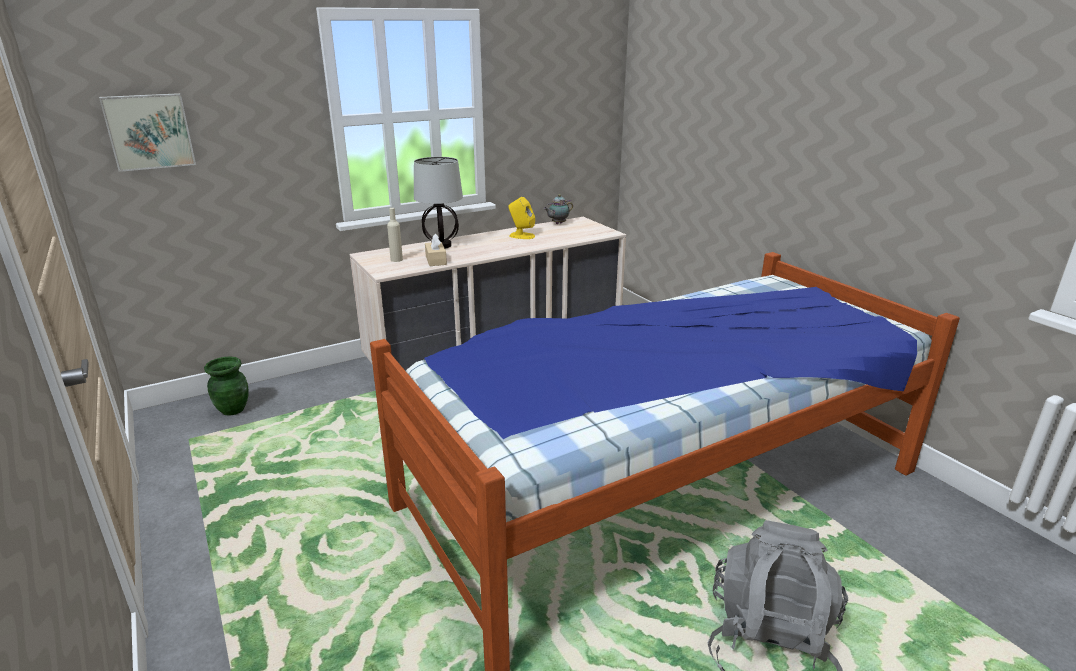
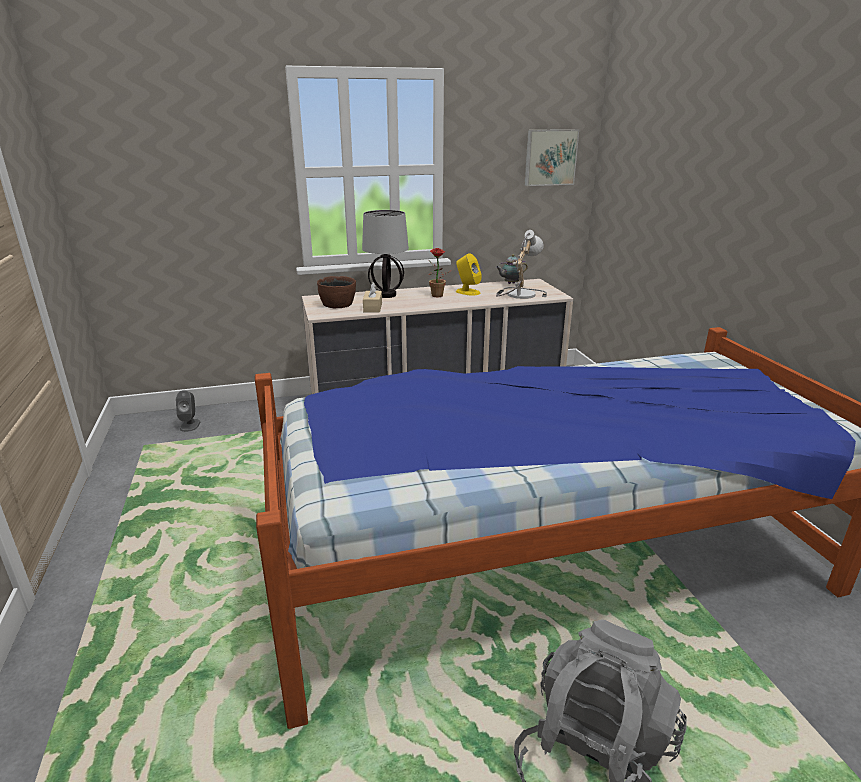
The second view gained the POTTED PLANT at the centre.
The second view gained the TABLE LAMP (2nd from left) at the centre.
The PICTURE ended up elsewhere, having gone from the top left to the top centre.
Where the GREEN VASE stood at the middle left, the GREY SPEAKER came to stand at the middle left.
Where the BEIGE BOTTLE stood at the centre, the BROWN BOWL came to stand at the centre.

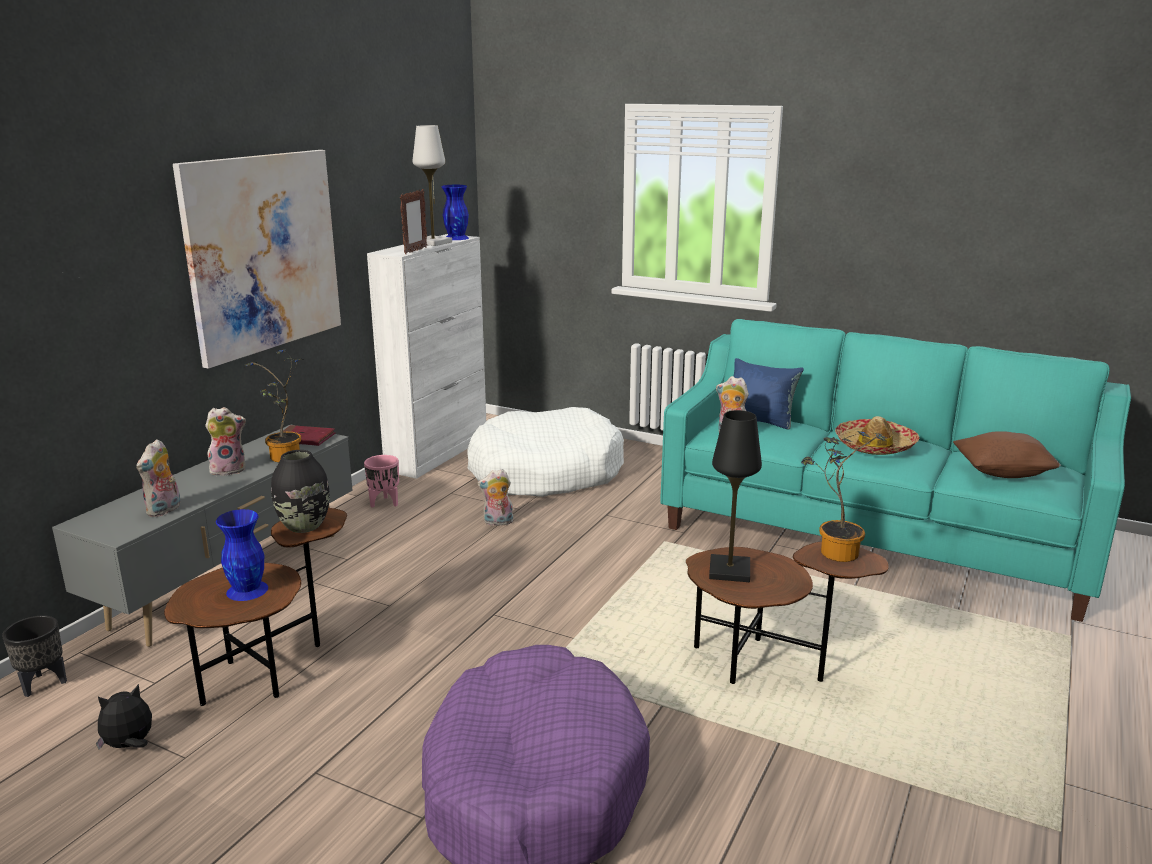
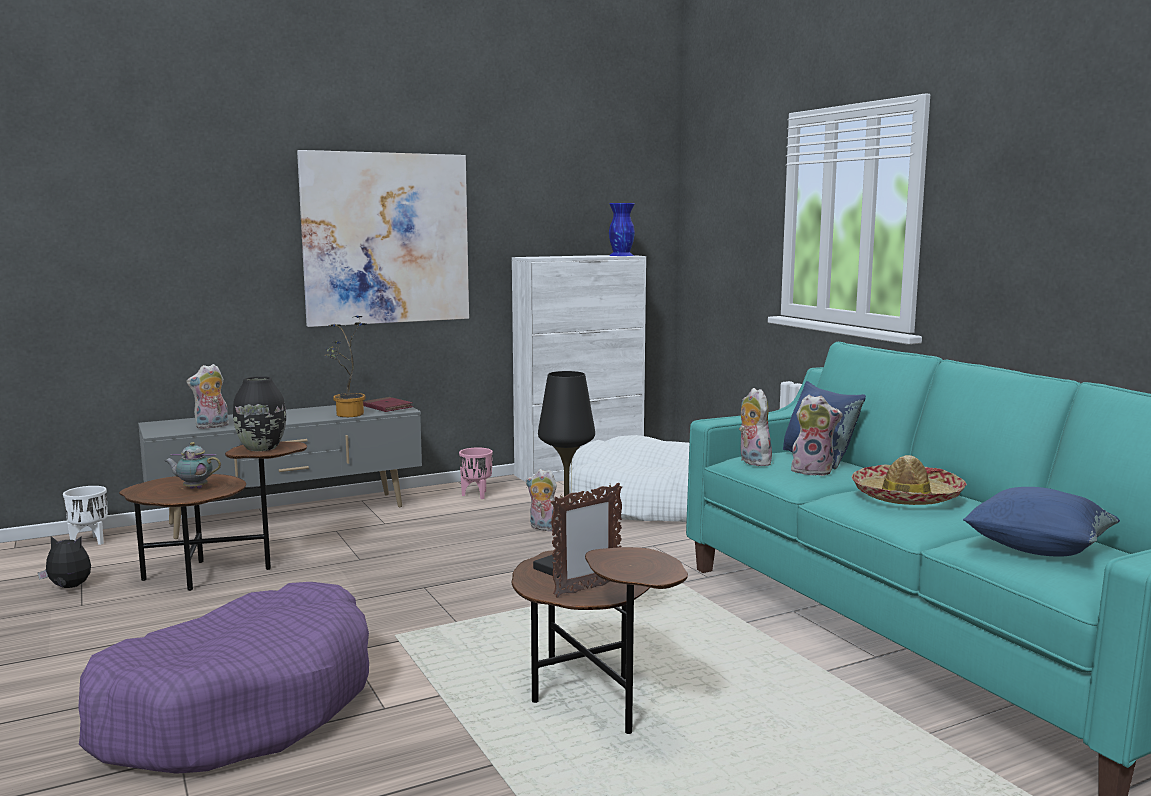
The second view lost the WHITE TABLE LAMP at the top centre.
The second view lost the POTTED PLANT (2nd from left) at the middle right.
The PLUSH TOY (3rd from left in the first image) ended up elsewhere, having gone from the middle left to the middle right.
The PICTURE FRAME ended up elsewhere, having gone from the top centre to the bottom centre.
Where the BLUE VASE (1st from left) stood at the middle left, the TEAPOT came to stand at the middle left.
What was the BLACK PLANTER at the bottom left turned into the WHITE PLANTER at the middle left.
What was the BROWN PILLOW at the middle right turned into the BLUE PILLOW (2nd from left) at the middle right.

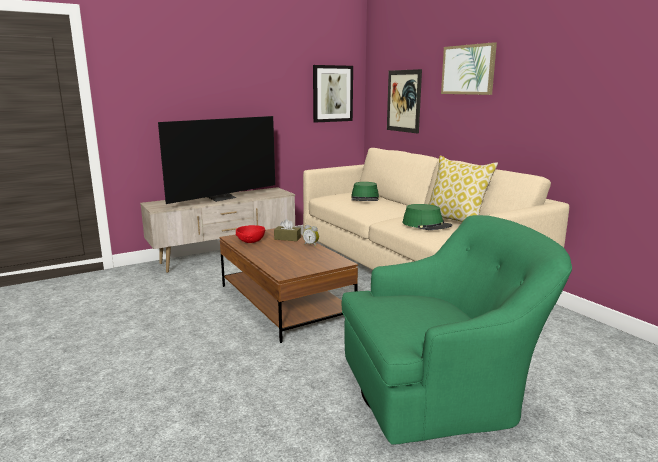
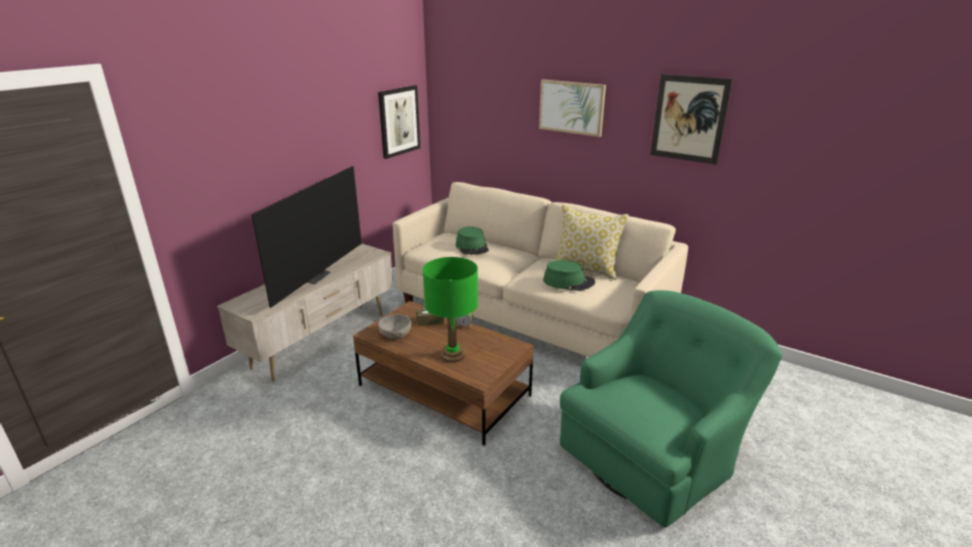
The second view gained the GREEN TABLE LAMP at the centre.
The PICTURE (2nd from left in the first image) ended up elsewhere, having gone from the top centre to the top right.
What was the RED BOWL at the centre turned into the GREY BOWL at the centre.

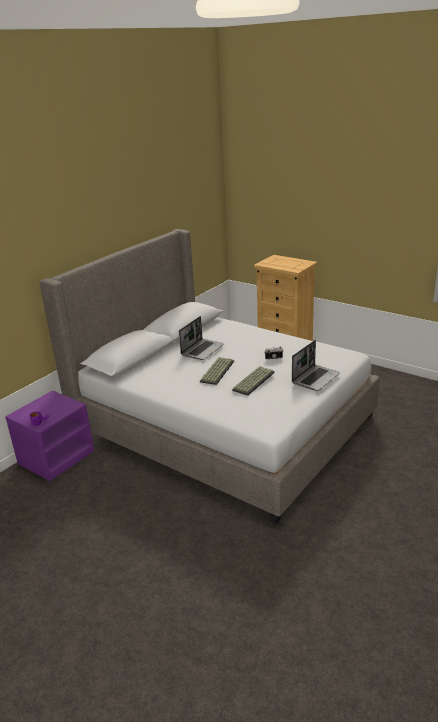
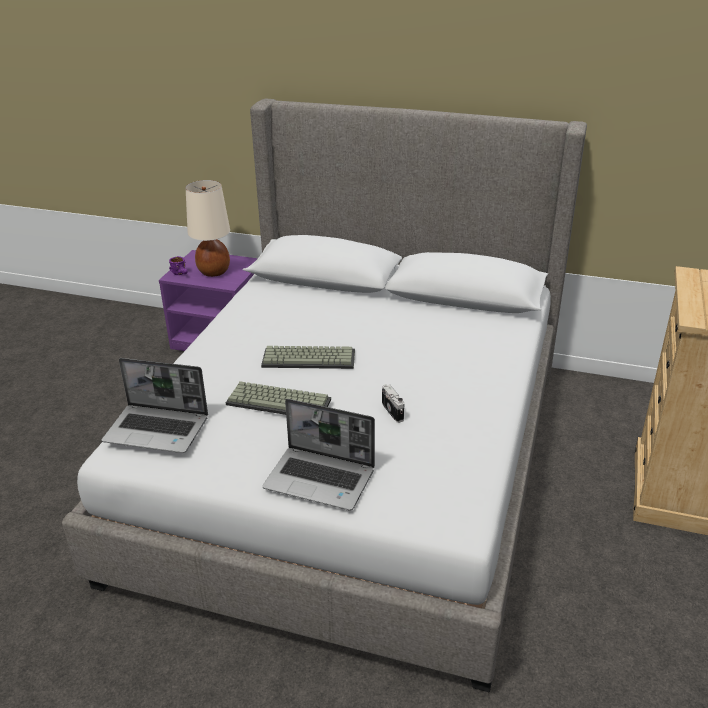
The second view gained the BEIGE TABLE LAMP at the top left.
The LAPTOP (1st from left) ended up elsewhere, having gone from the centre to the middle left.

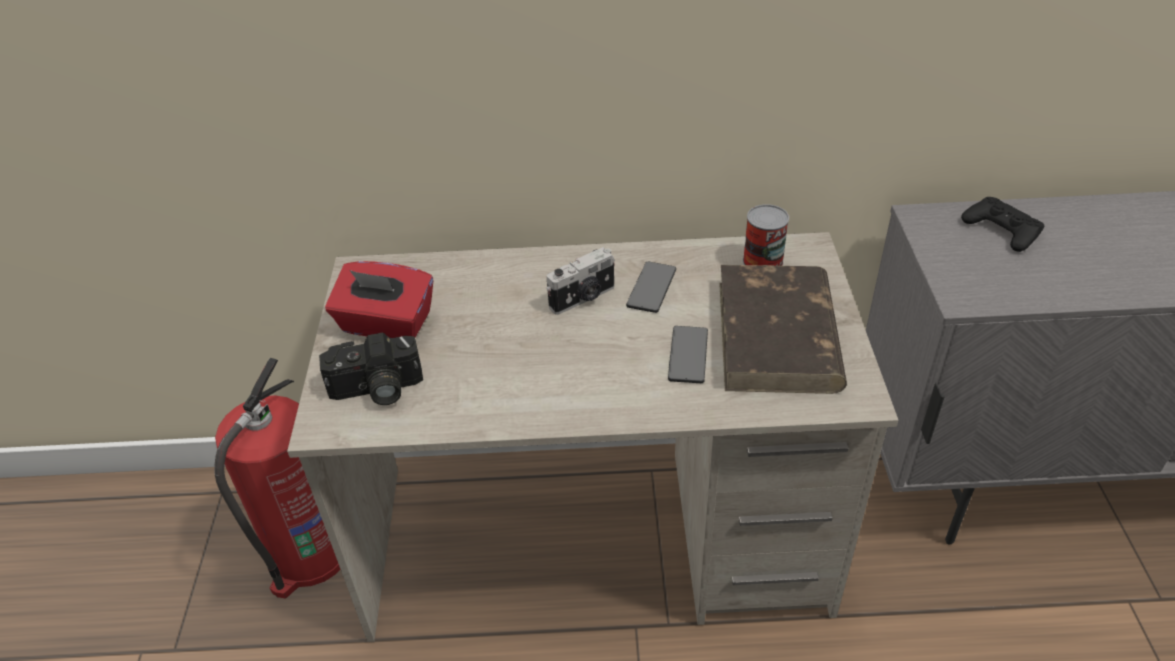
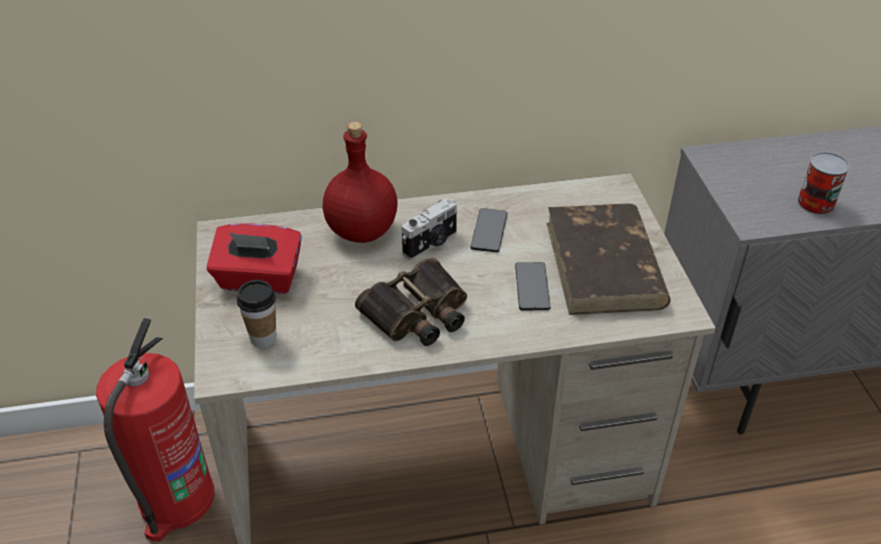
The second view lost the BLACK GAME CONTROLLER at the middle right.
The second view gained the RED BOTTLE at the centre.
The second view gained the BINOCULARS at the centre.
The CAN ended up elsewhere, having gone from the centre to the middle right.
Where the PHOTO CAMERA (1st from left) stood at the middle left, the CUP came to stand at the middle left.

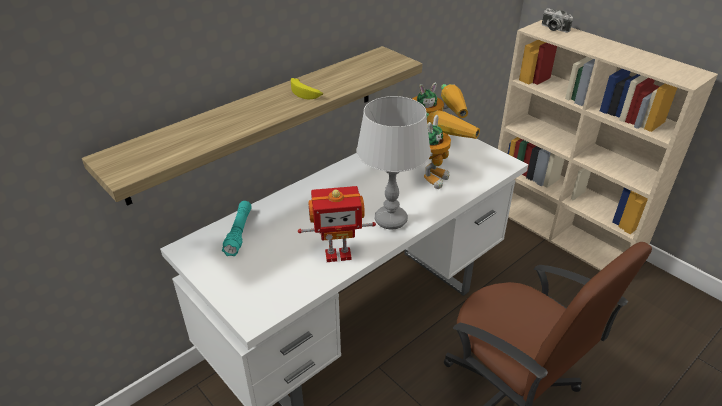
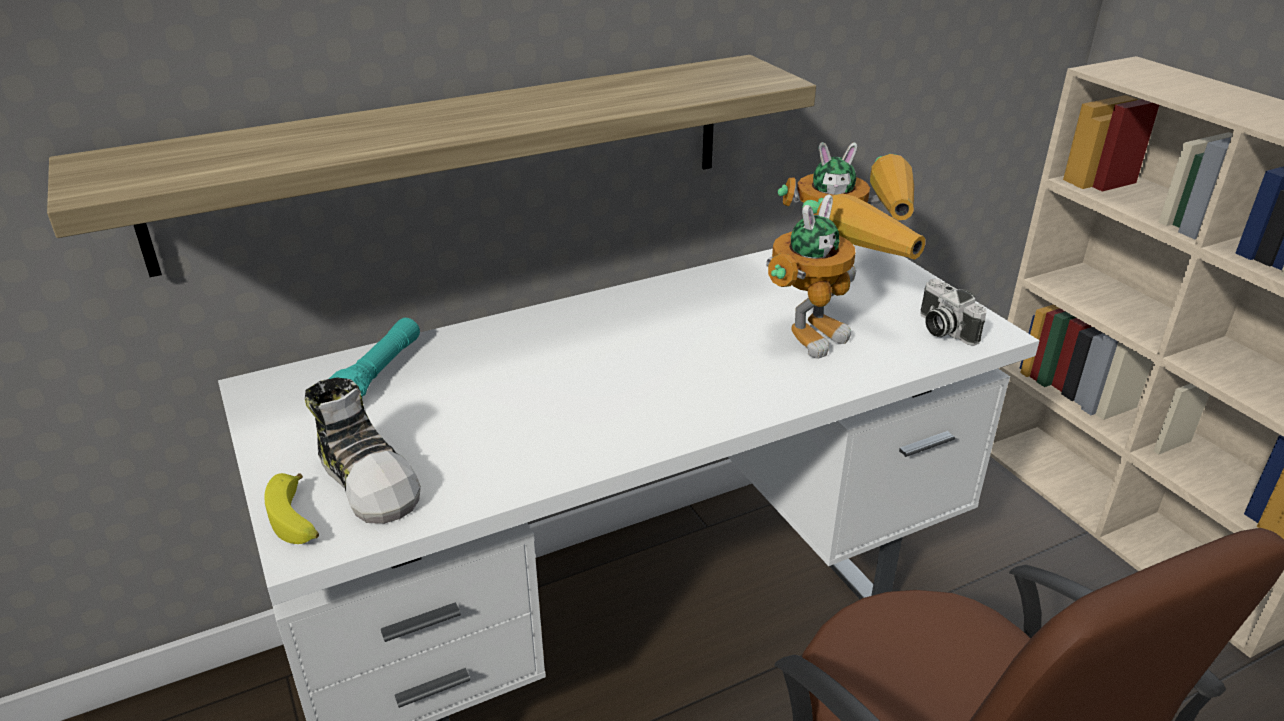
The second view lost the TOY ROBOT (1st from left) at the centre.
The second view lost the GREY TABLE LAMP at the centre.
The second view gained the SHOE at the middle left.
The BANANA ended up elsewhere, having gone from the top centre to the bottom left.
The PHOTO CAMERA ended up elsewhere, having gone from the top right to the middle right.

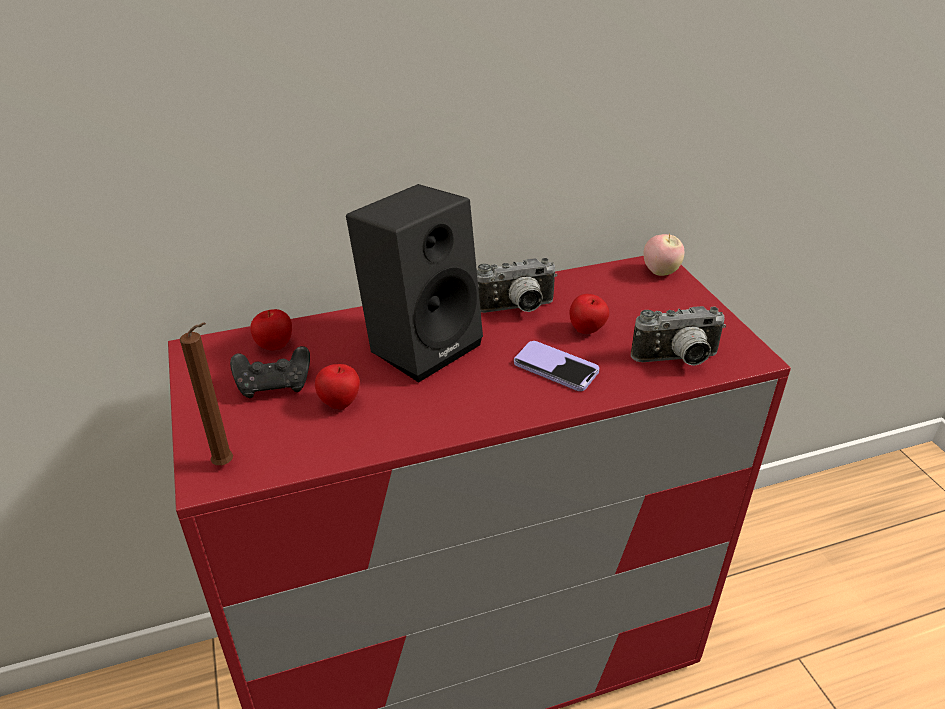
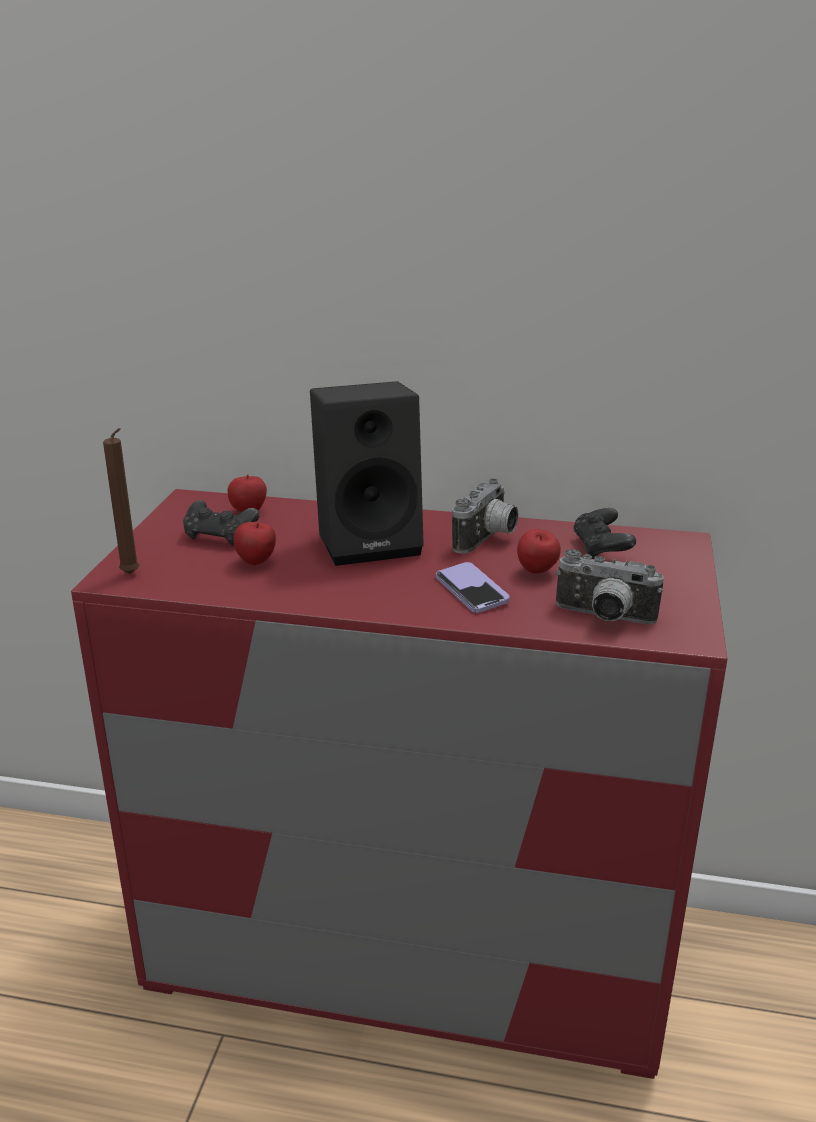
The second view lost the APPLE (4th from left) at the middle right.
The second view gained the BLACK GAME CONTROLLER (2nd from left) at the middle right.
The PHOTO CAMERA (1st from left) at the centre ended up facing another way, 75 degrees counterclockwise from before.

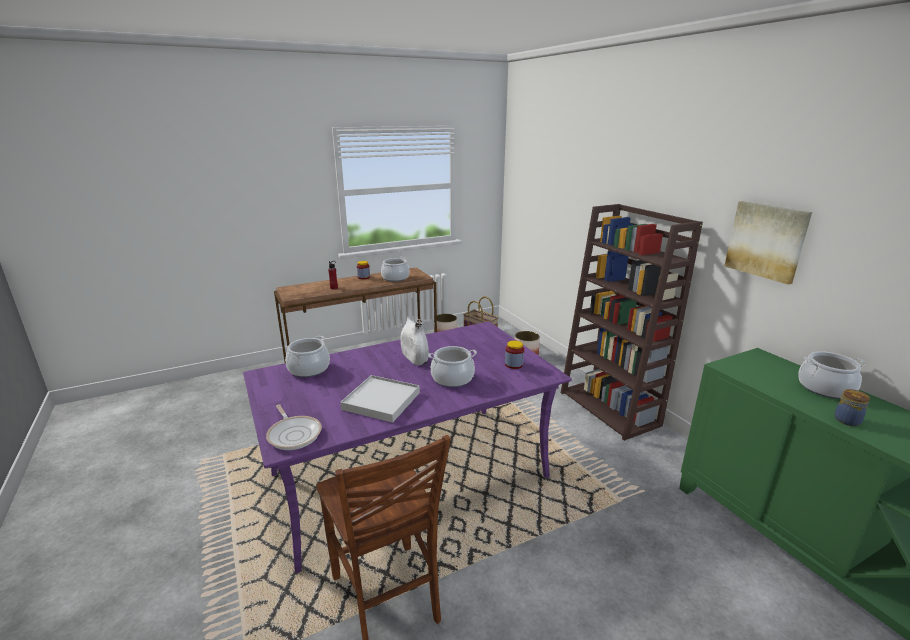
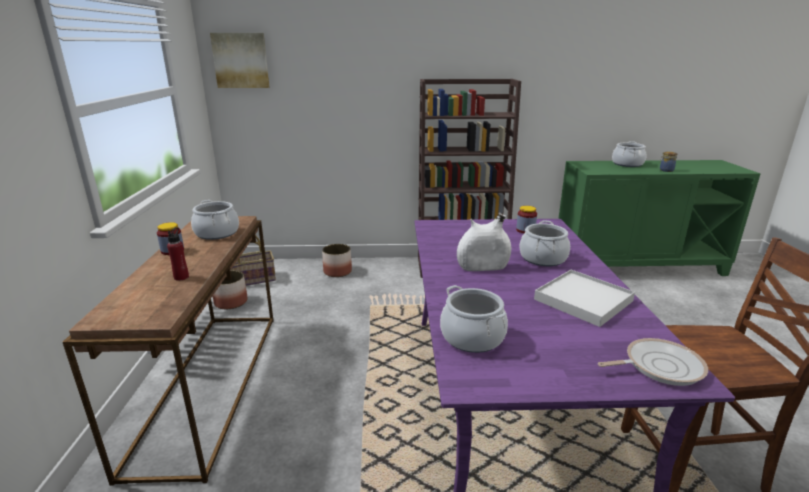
The PICTURE ended up elsewhere, having gone from the middle right to the top left.

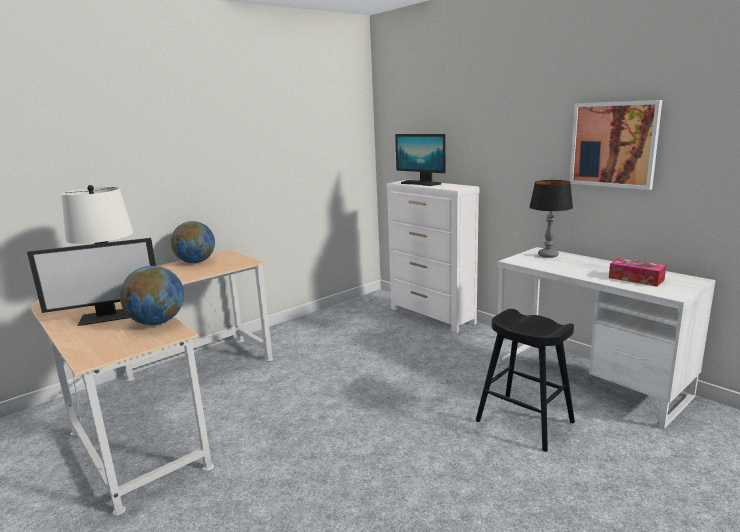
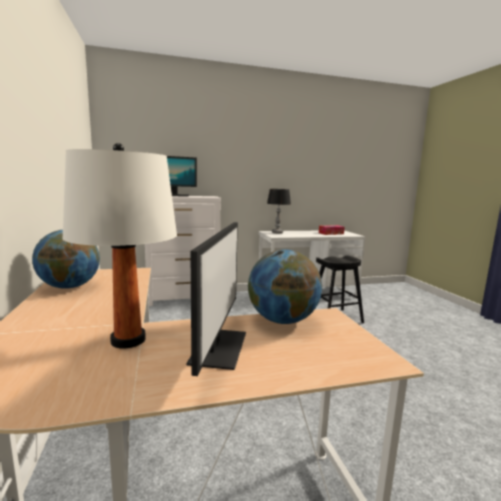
The second view lost the PICTURE at the top right.

